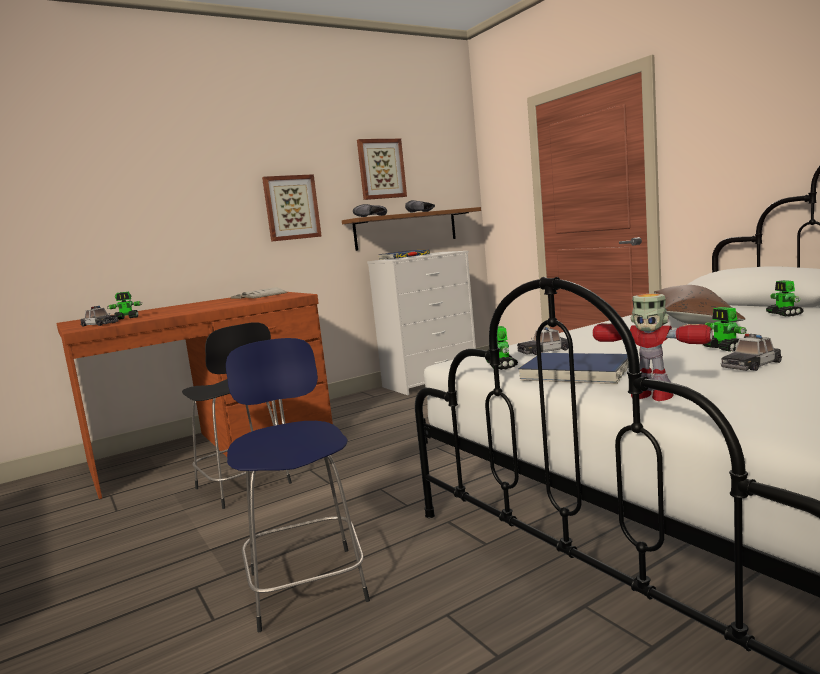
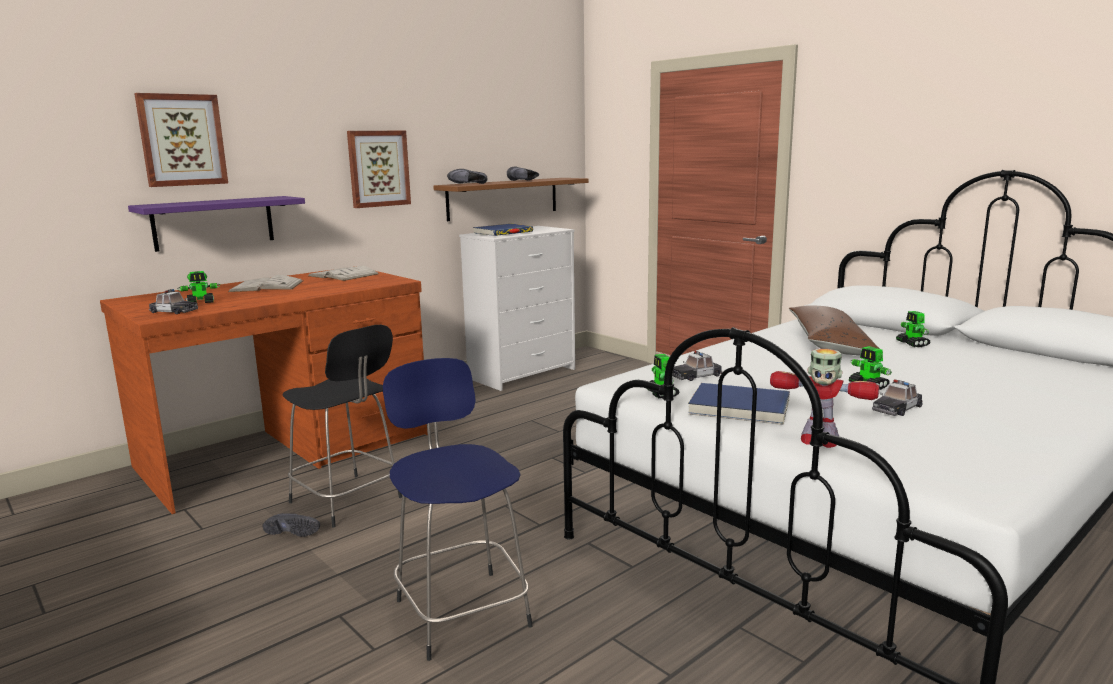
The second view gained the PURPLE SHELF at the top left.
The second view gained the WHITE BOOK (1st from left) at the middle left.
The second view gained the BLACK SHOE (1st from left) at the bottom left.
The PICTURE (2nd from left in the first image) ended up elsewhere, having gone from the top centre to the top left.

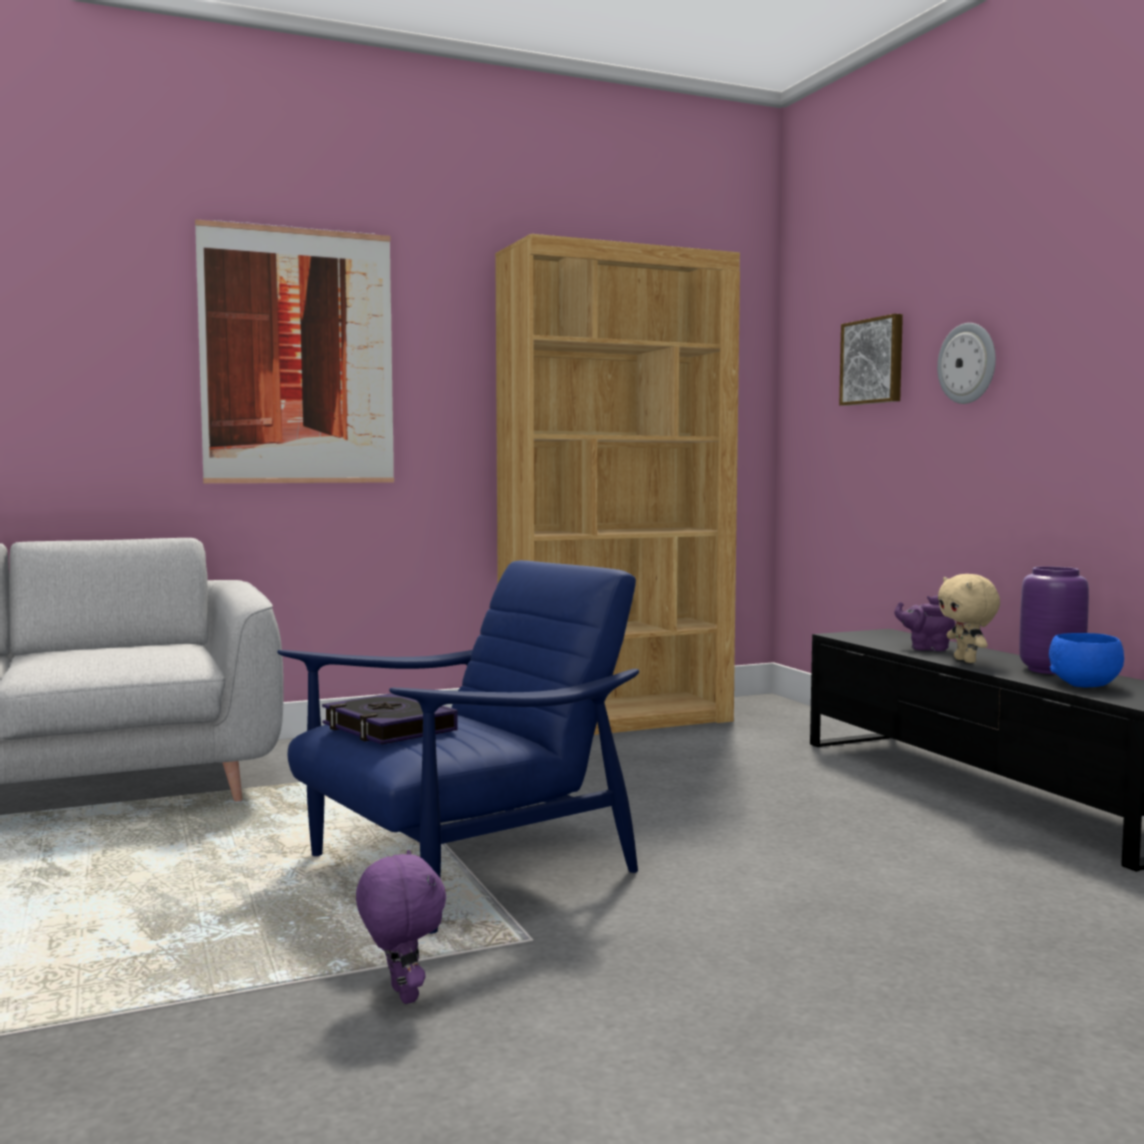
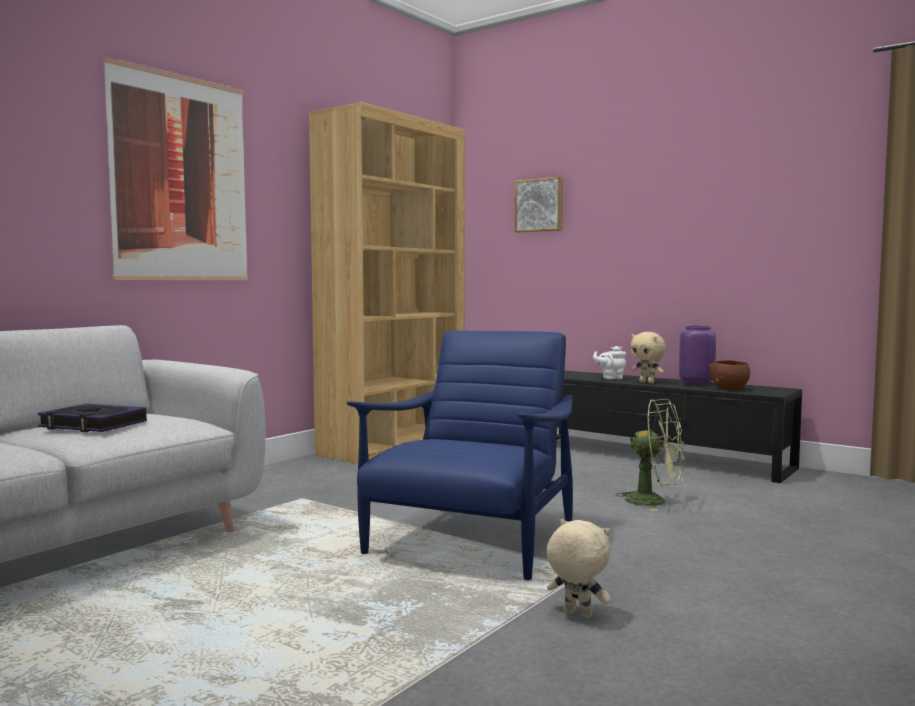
The second view lost the WALL CLOCK at the top right.
The second view gained the GREEN FAN at the middle right.
The BOOK ended up elsewhere, having gone from the centre to the middle left.
What was the PURPLE PLUSH TOY at the bottom centre turned into the BEIGE PLUSH TOY (1st from left) at the bottom centre.
What was the PURPLE TEAPOT at the middle right turned into the WHITE TEAPOT at the centre.
What was the BLUE BOWL at the middle right turned into the BROWN BOWL at the middle right.

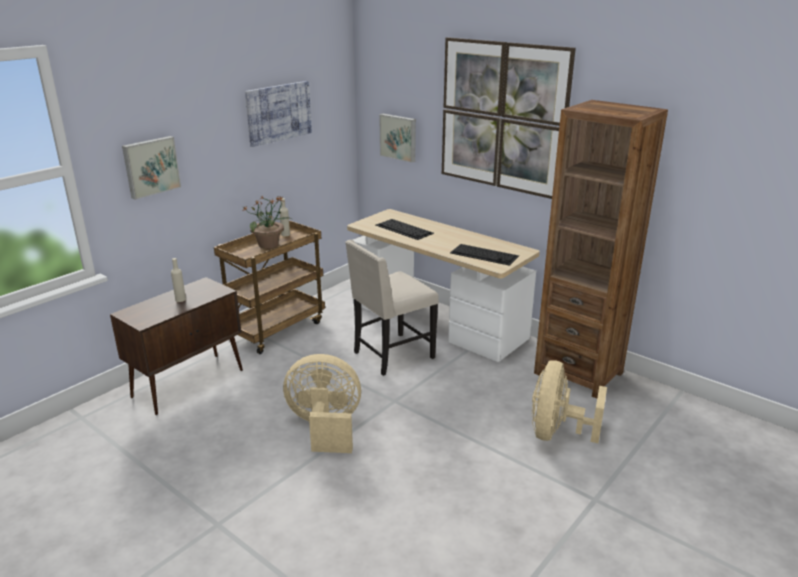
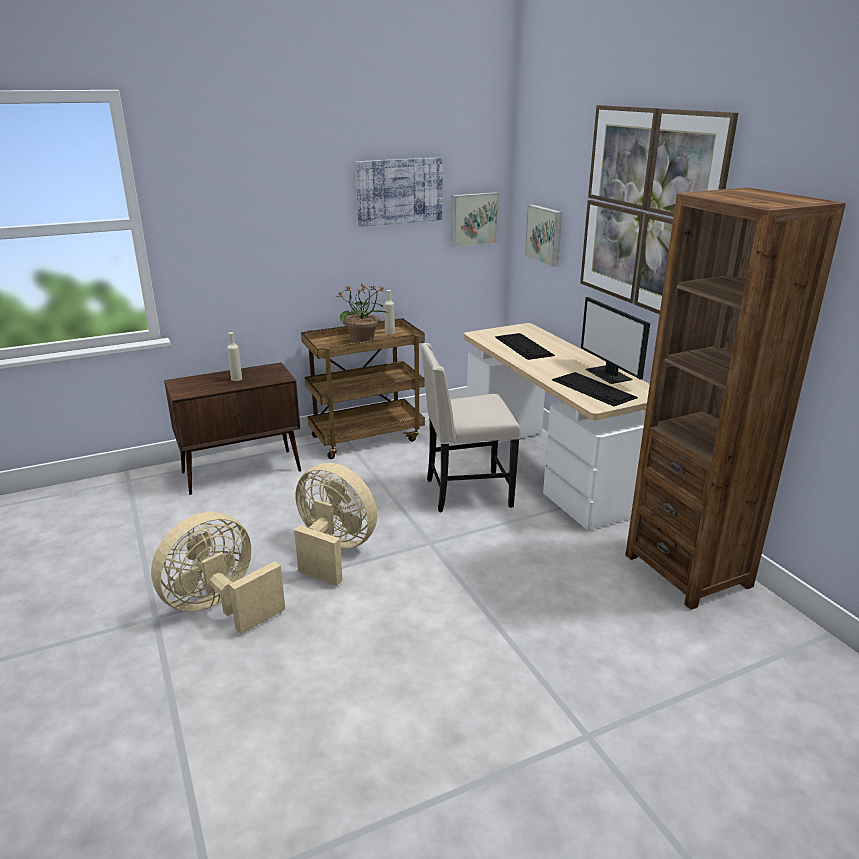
The second view gained the MONITOR at the middle right.
The PICTURE (1st from left in the first image) ended up elsewhere, having gone from the top left to the top centre.
The BEIGE FAN (2nd from left in the first image) ended up elsewhere, having gone from the bottom right to the bottom left.

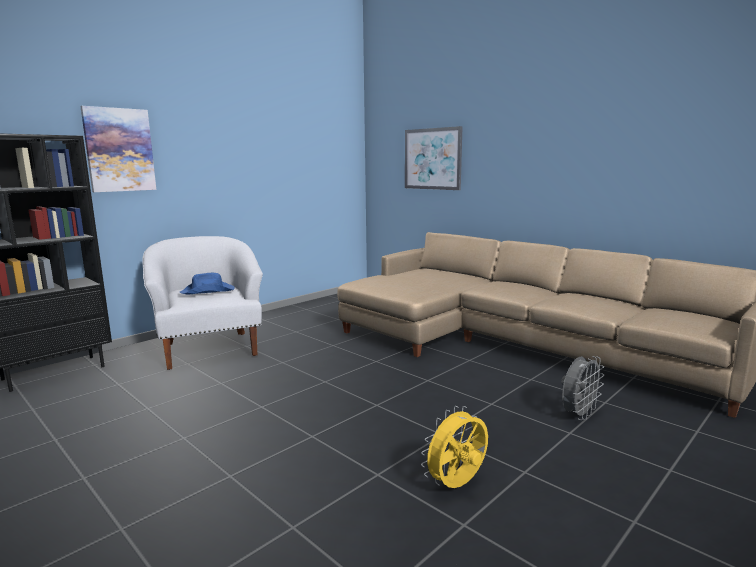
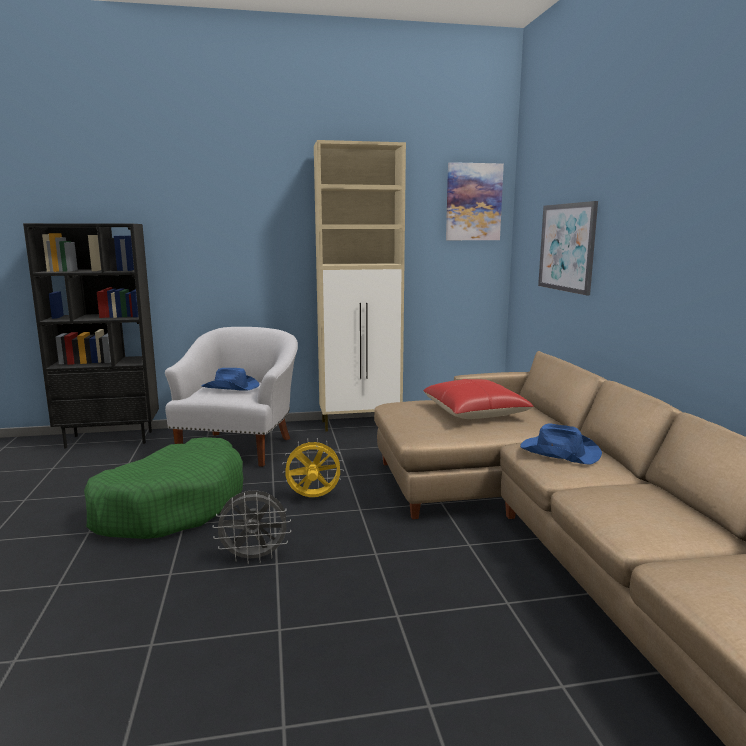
The second view gained the GREEN DOG BED at the middle left.
The second view gained the BEIGE CABINET at the centre.
The second view gained the RED PILLOW at the centre.
The second view gained the BLUE HAT (2nd from left) at the middle right.
The PICTURE (1st from left) ended up elsewhere, having gone from the top left to the top centre.
The YELLOW FAN ended up elsewhere, having gone from the bottom centre to the centre.
The GREY FAN ended up elsewhere, having gone from the bottom right to the bottom centre.

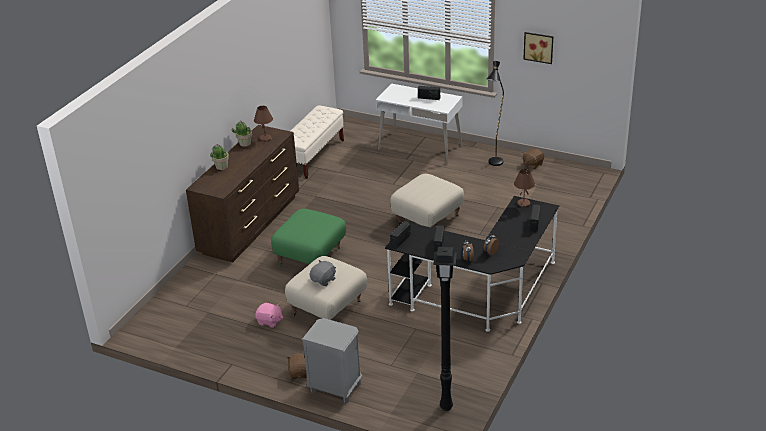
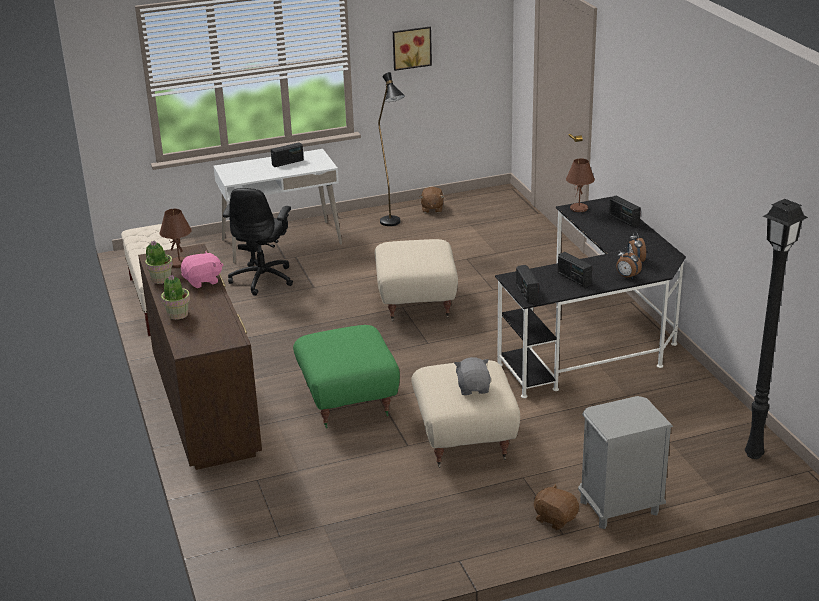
The second view gained the BLACK OFFICE CHAIR at the middle left.
The PINK PLUSH TOY ended up elsewhere, having gone from the bottom centre to the middle left.

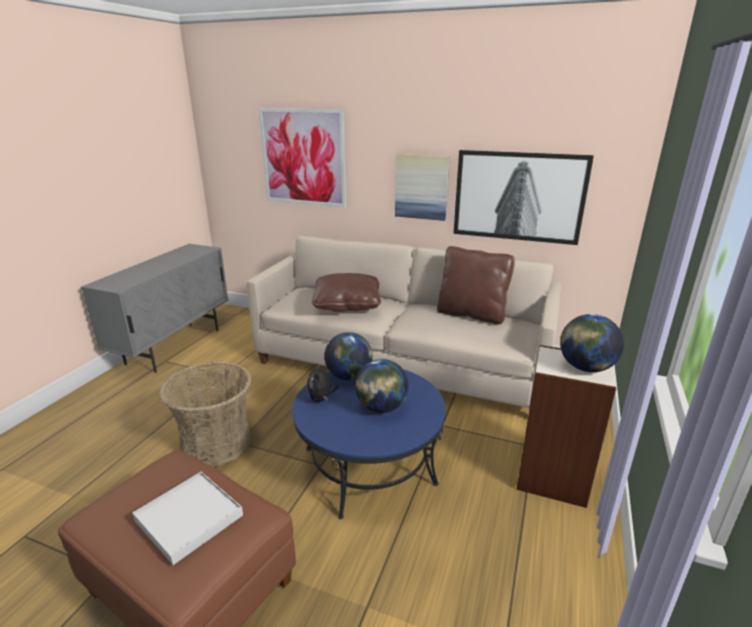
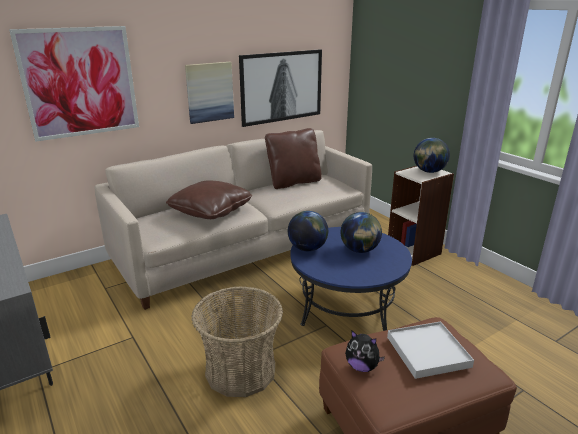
The PLUSH TOY ended up elsewhere, having gone from the centre to the bottom centre.

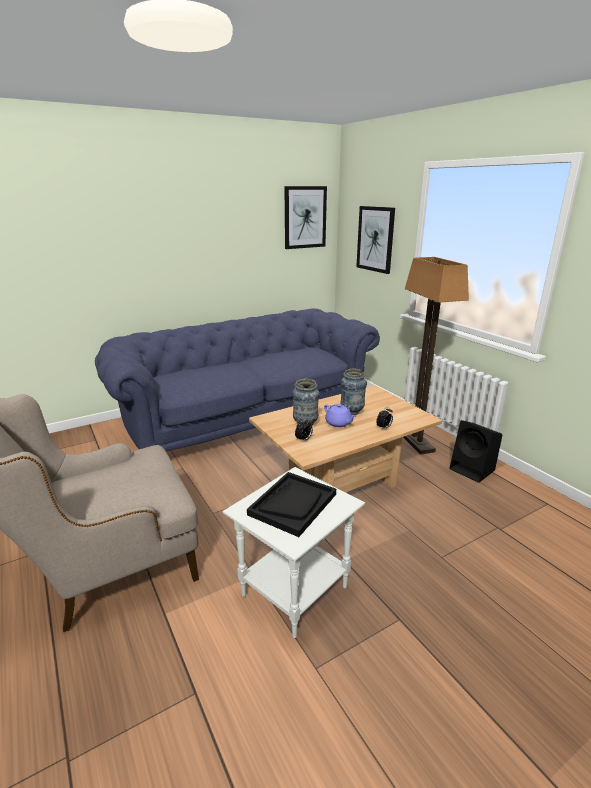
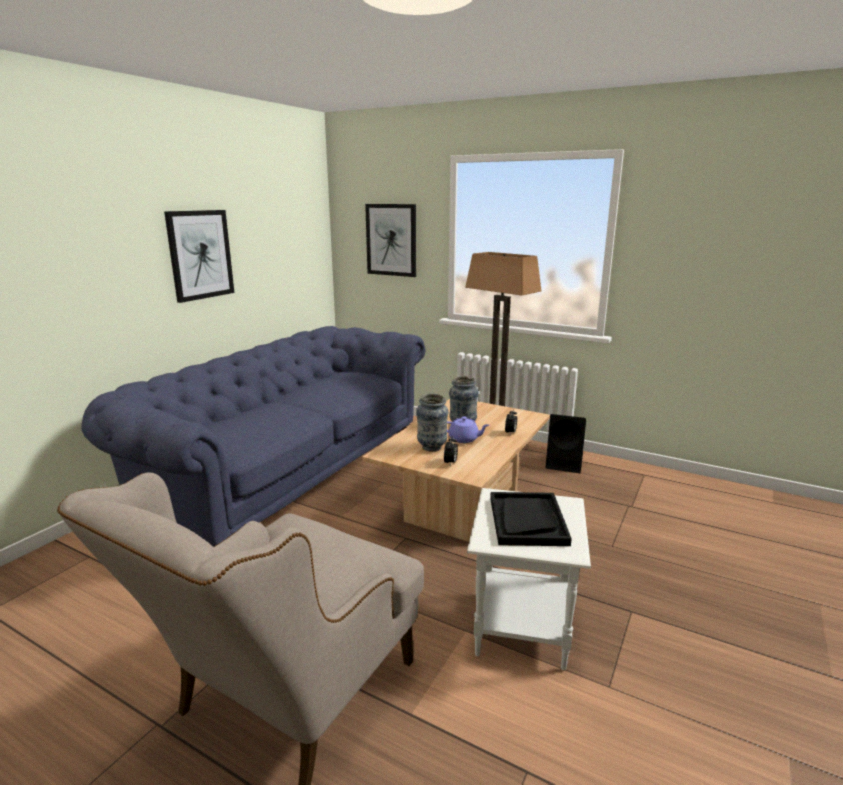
The PICTURE (1st from left) ended up elsewhere, having gone from the top centre to the top left.

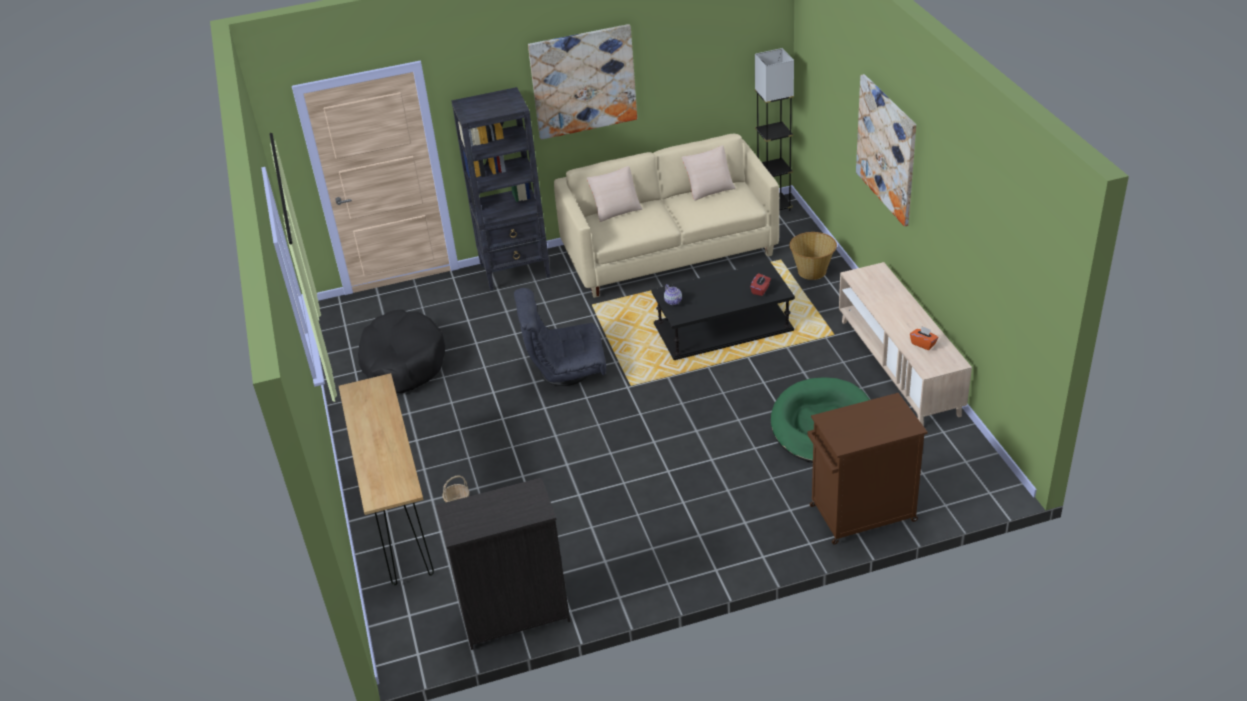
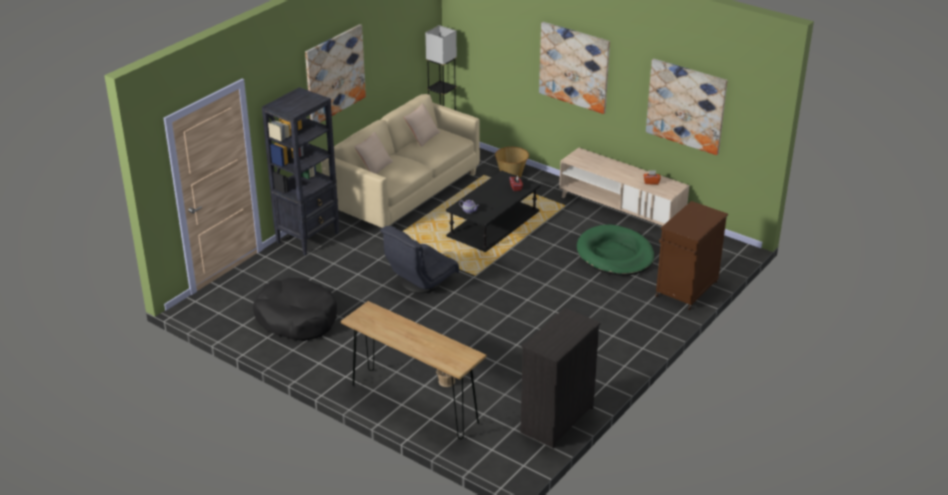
The second view gained the PICTURE (3rd from left) at the top right.

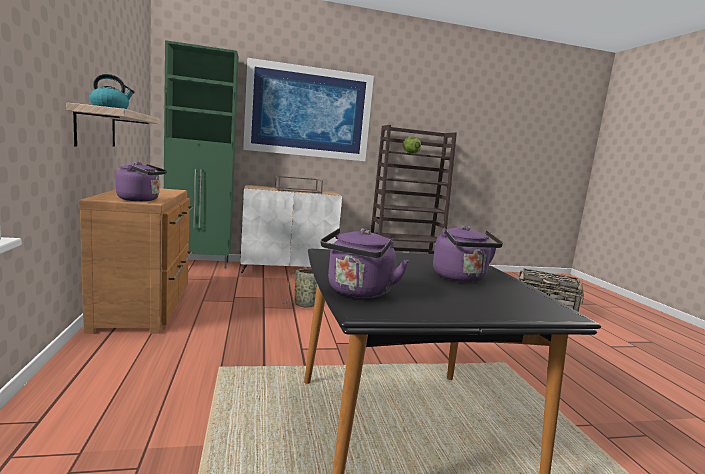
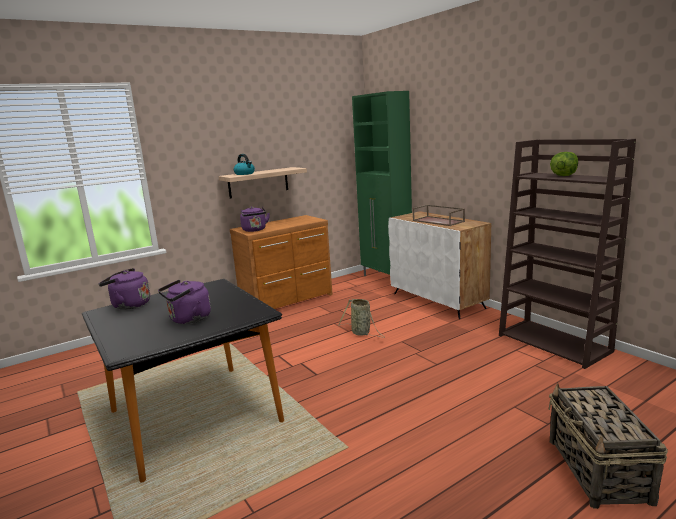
The second view lost the PICTURE at the top centre.

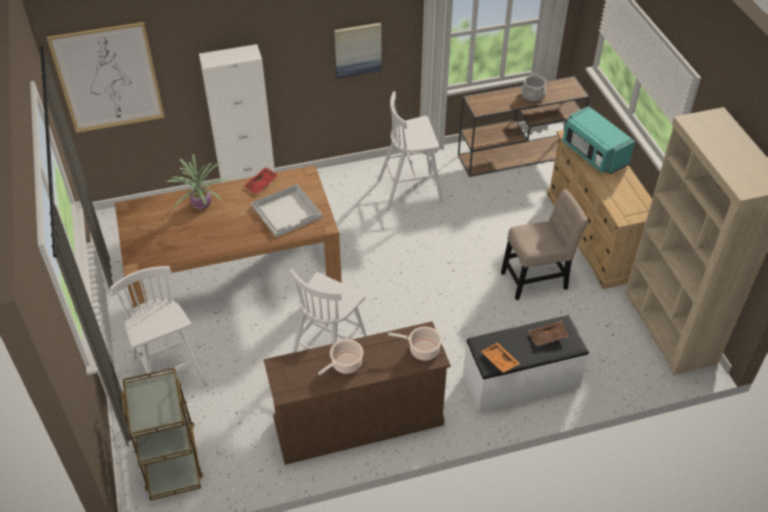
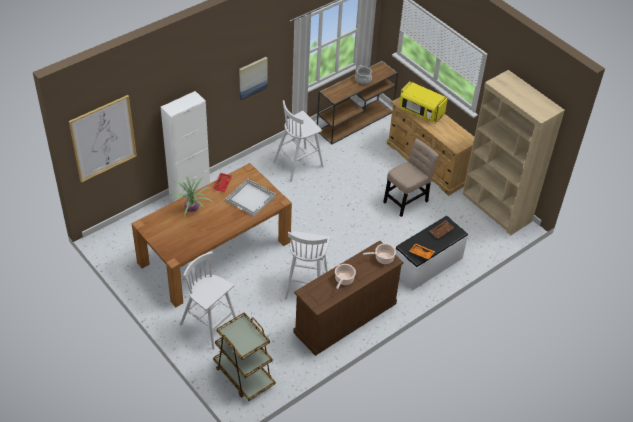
What was the TURQUOISE MICROWAVE at the top right turned into the YELLOW MICROWAVE at the top right.

